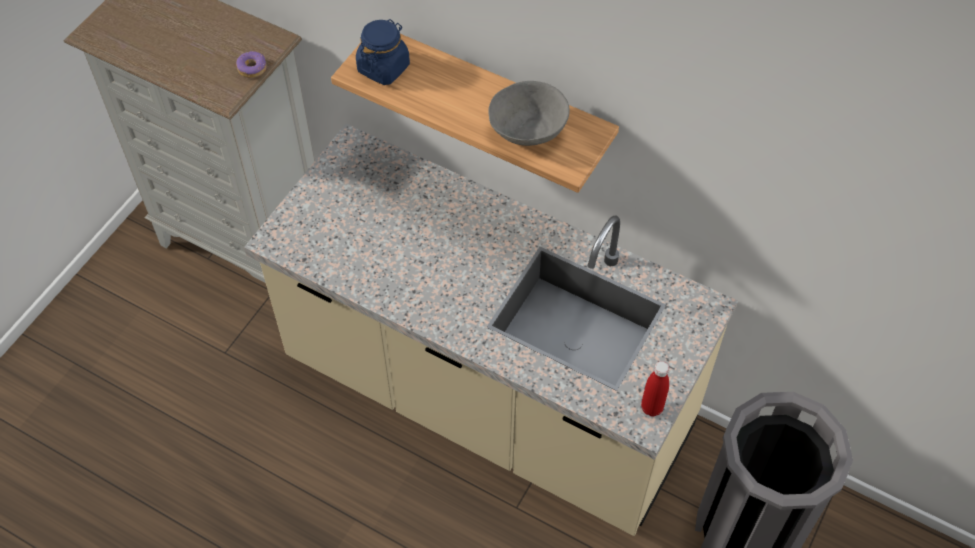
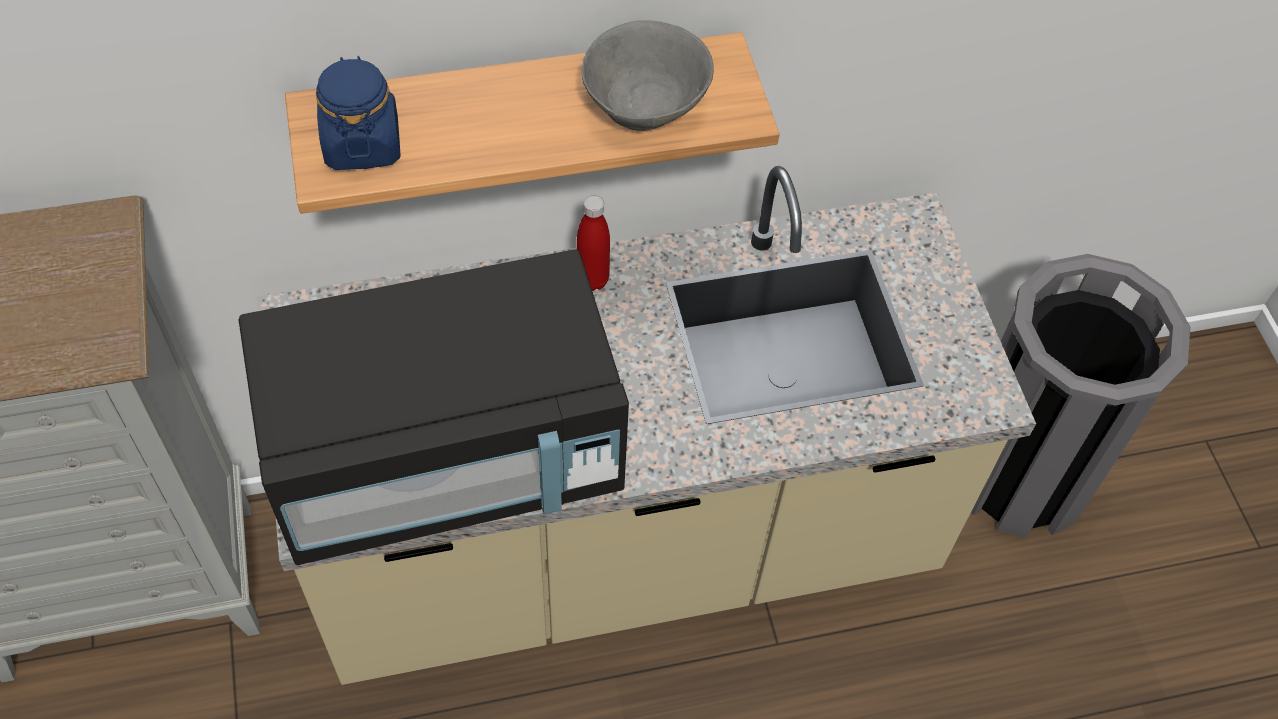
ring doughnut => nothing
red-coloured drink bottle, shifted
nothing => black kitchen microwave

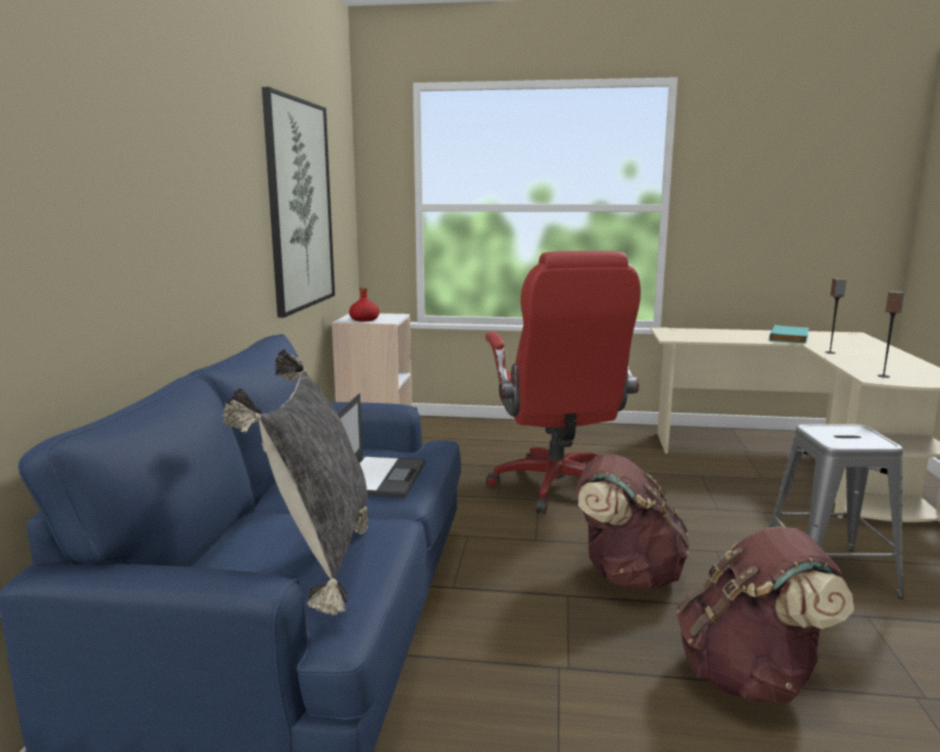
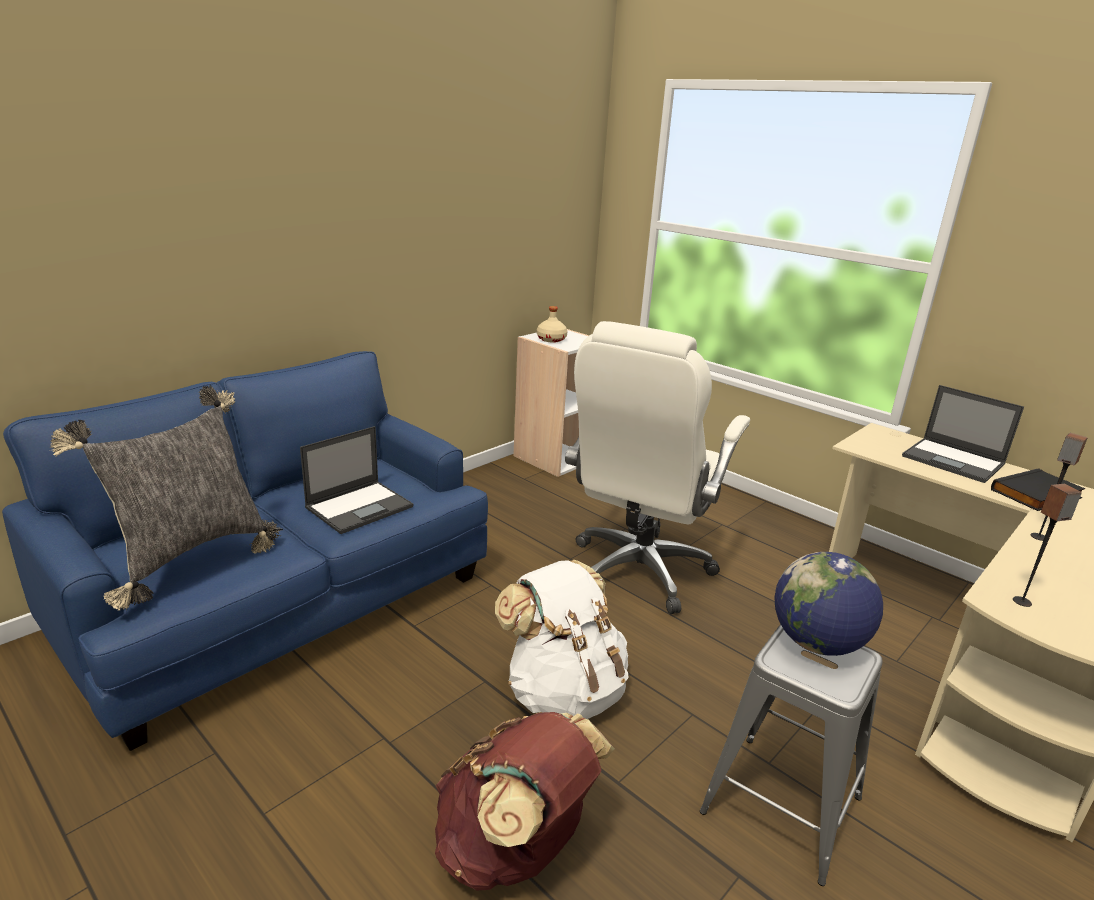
wall art => nothing
red-coloured drink bottle => beige-coloured drink bottle
red-coloured computer chair => white computer chair
brown knapsack (no. 1 from left) => white knapsack
blue-green volume => black volume
nothing => desk globe
nothing => laptop (no. 2 from left)

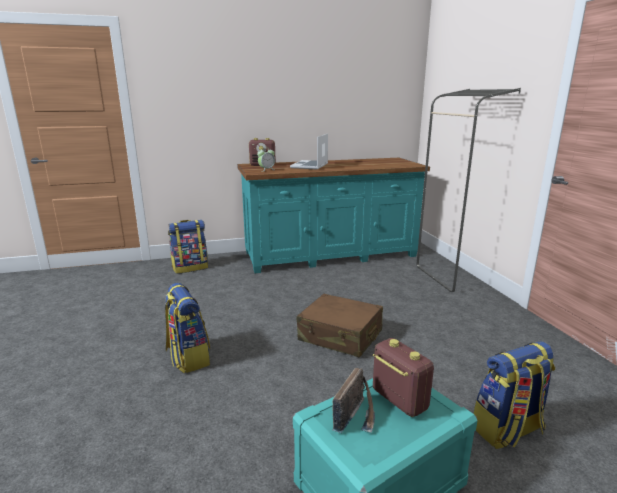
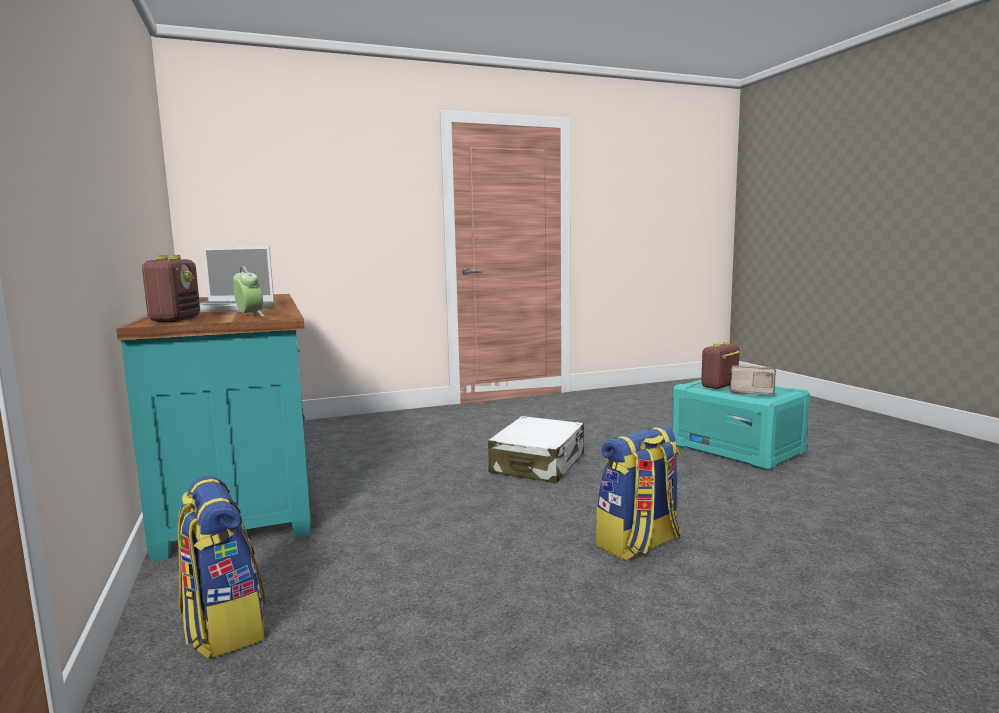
brown suitcase => white suitcase
greyish clothes rack => nothing
knapsack (no. 3 from left) => nothing

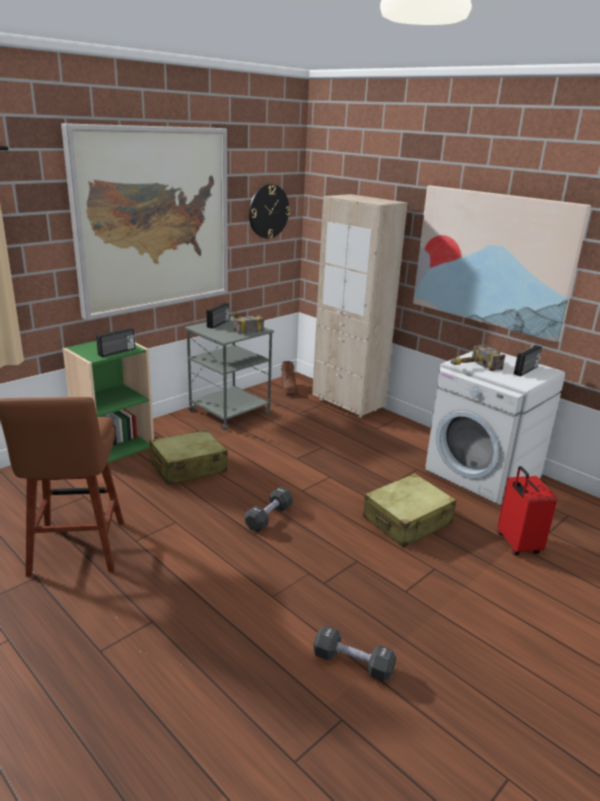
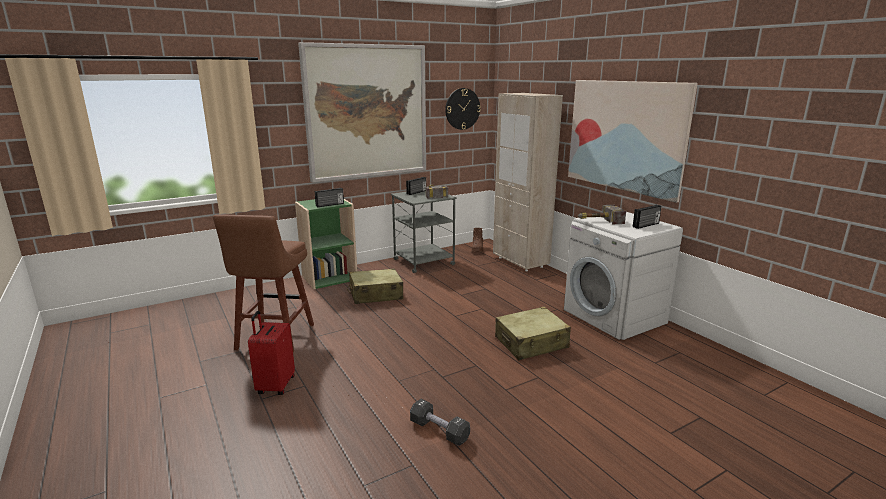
black dumbbell (no. 1 from left) => nothing
red-coloured suitcase, shifted

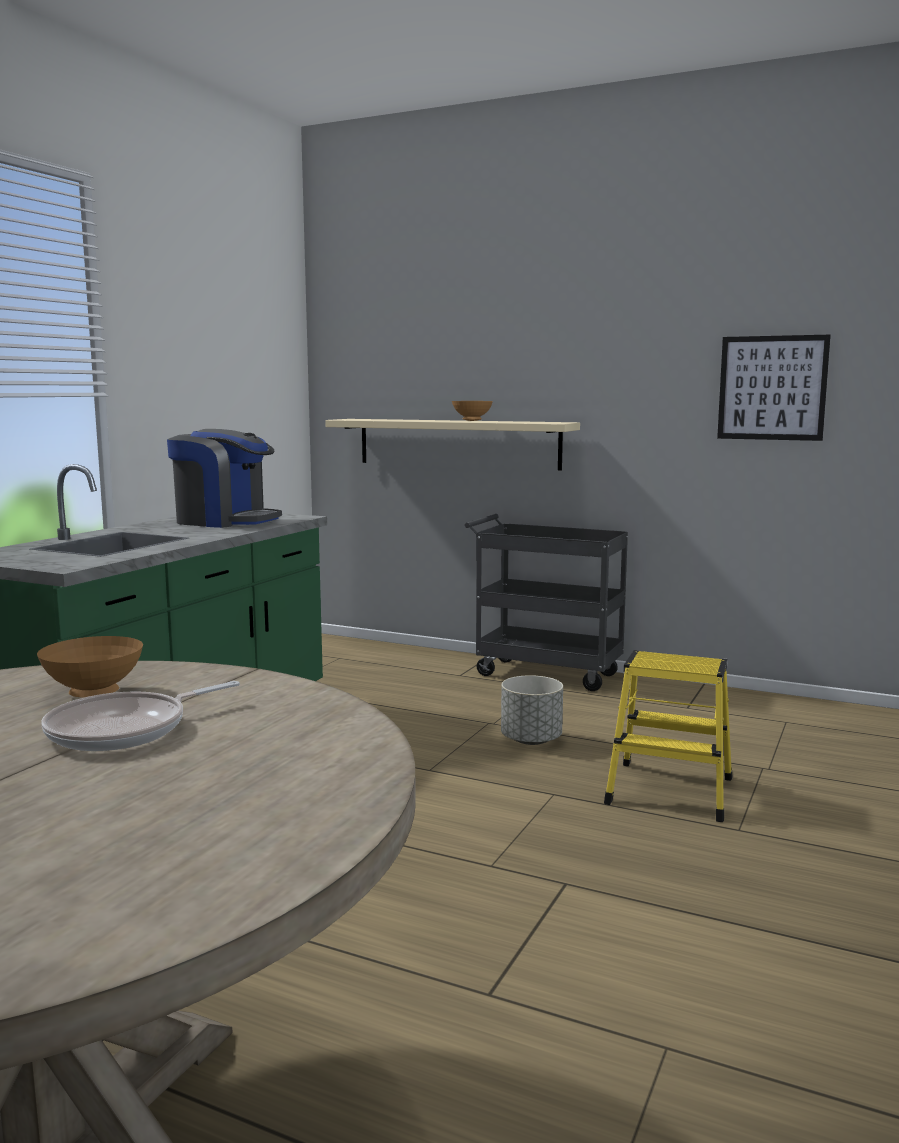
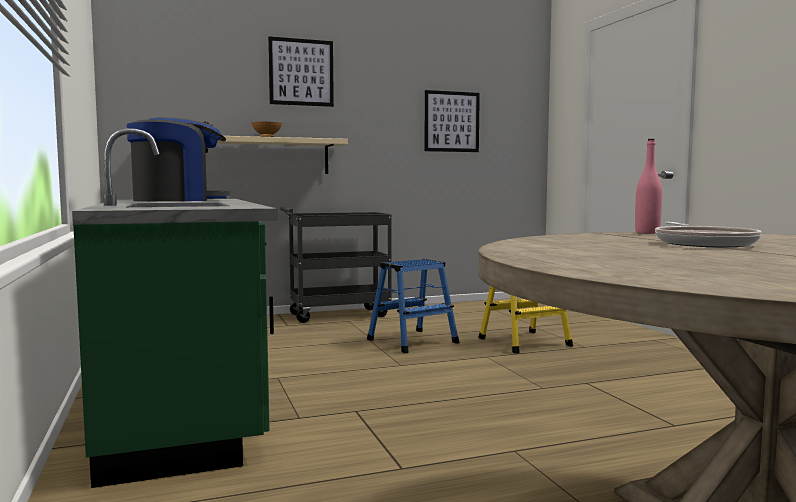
brown bowl (no. 1 from left) => nothing
greyish planter => bluish step stool
nothing => wall art (no. 1 from left)
nothing => pink-coloured drink bottle

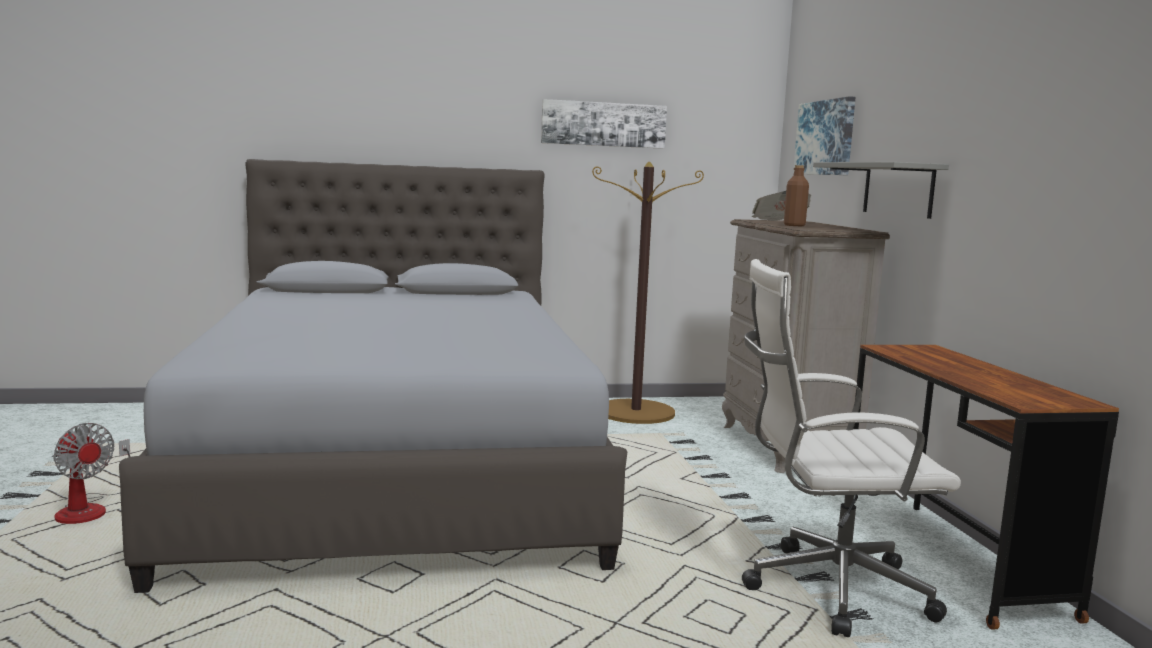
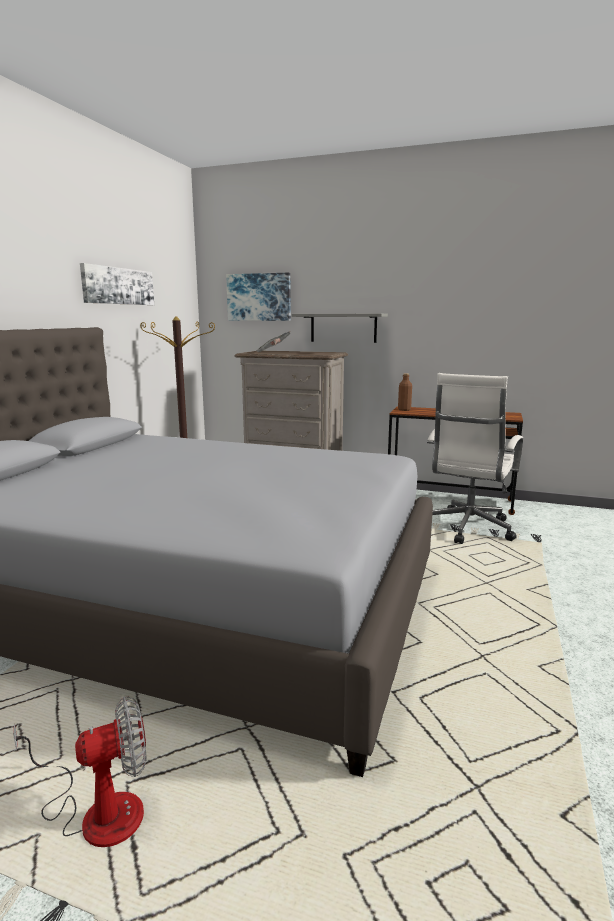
brown drink bottle, shifted

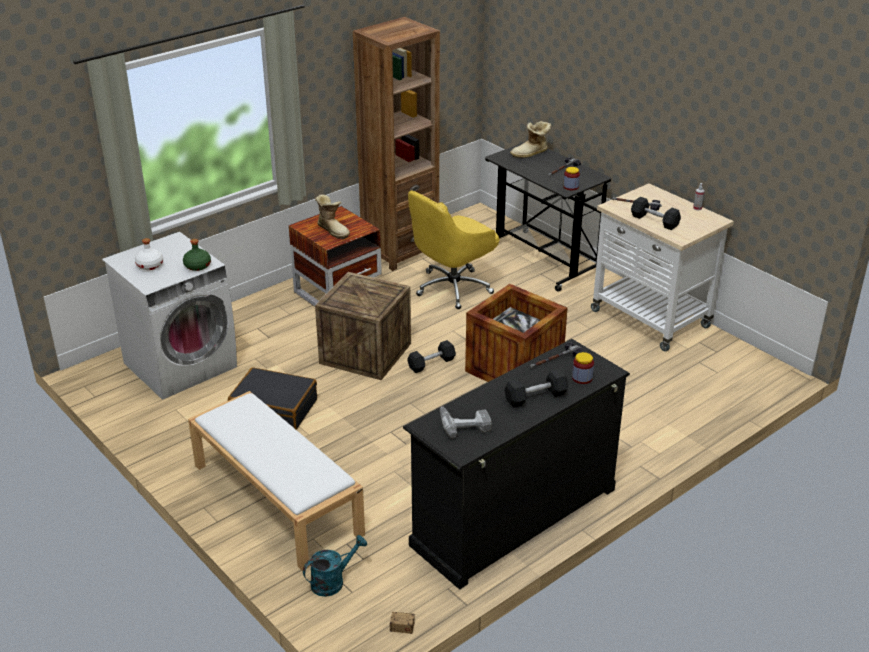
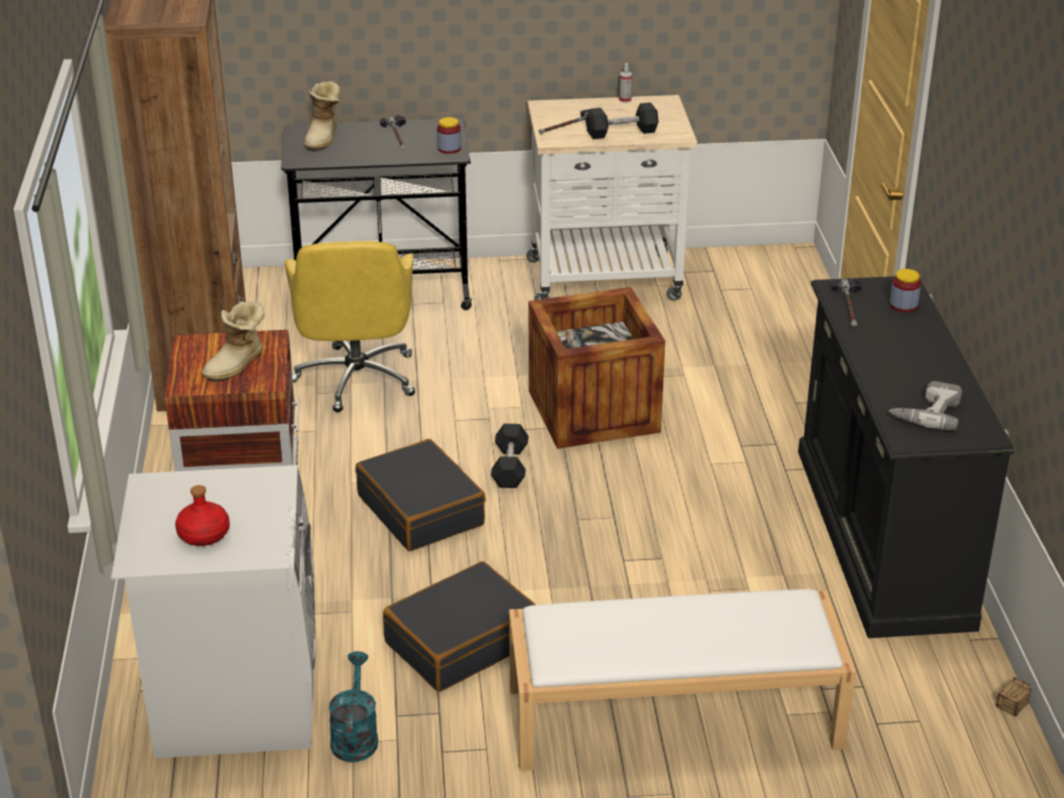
white drink bottle => red-coloured drink bottle
green drink bottle => nothing
blue-green watering pot, shifted
tall boot (no. 1 from left), 135 degrees clockwise
crate (no. 1 from left) => black suitcase (no. 1 from left)
black dumbbell (no. 2 from left) => nothing

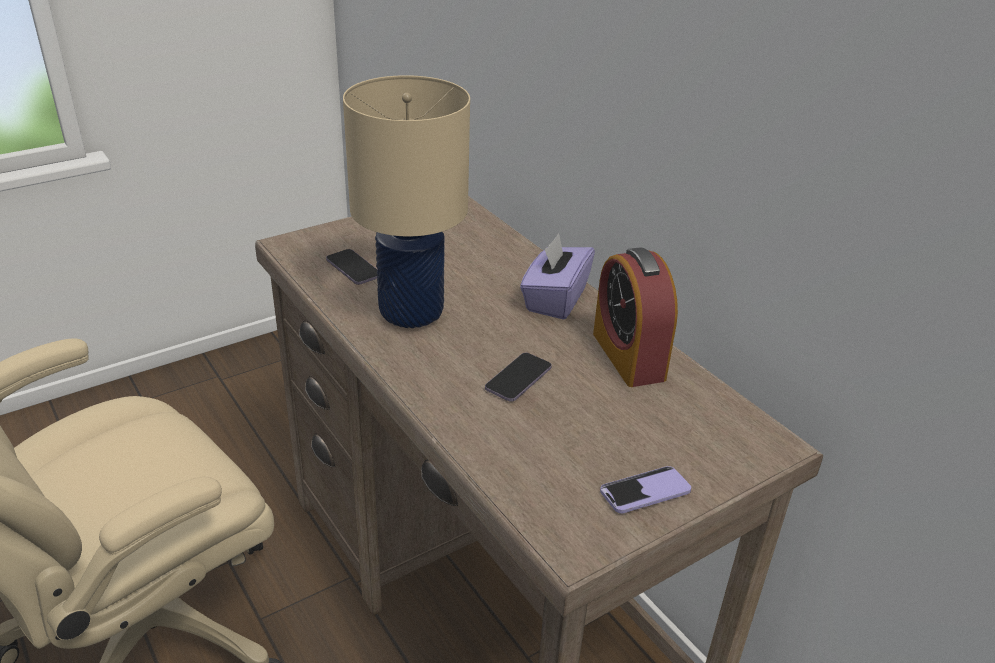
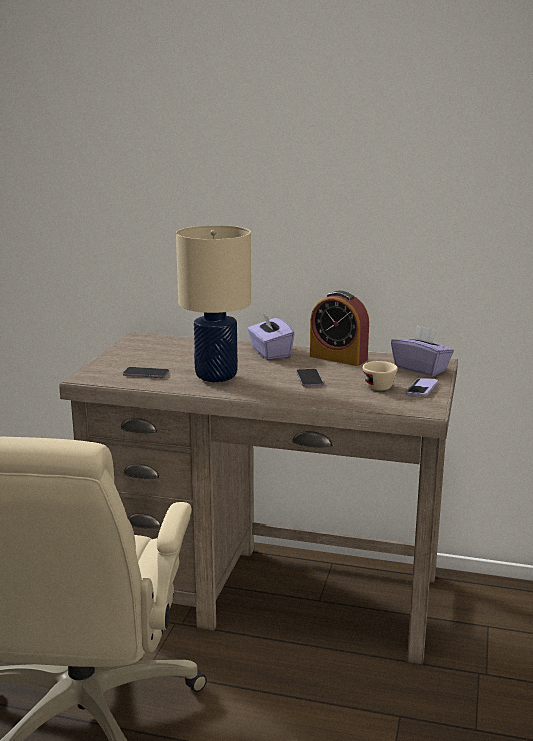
nothing => beige-coloured small cup
nothing => purple tissue holder (no. 2 from left)

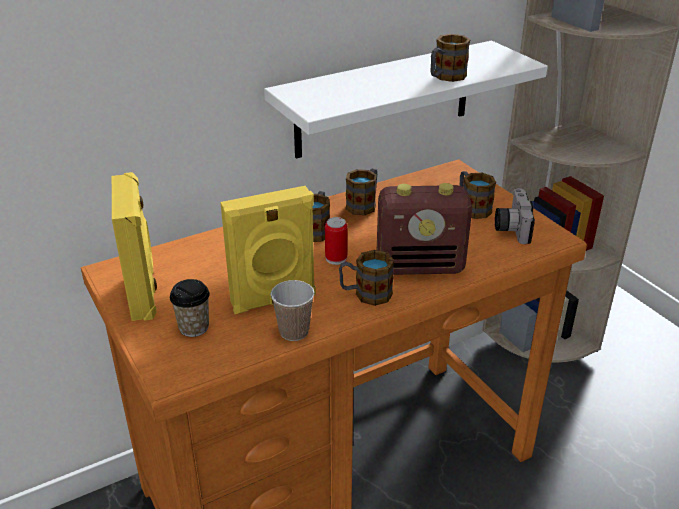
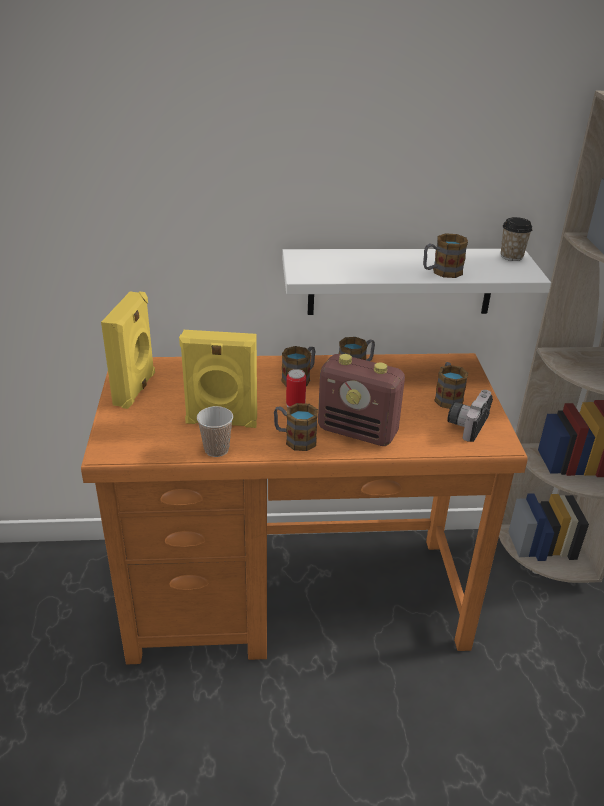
small cup (no. 1 from left in the first image) => small cup (no. 2 from left), shifted

